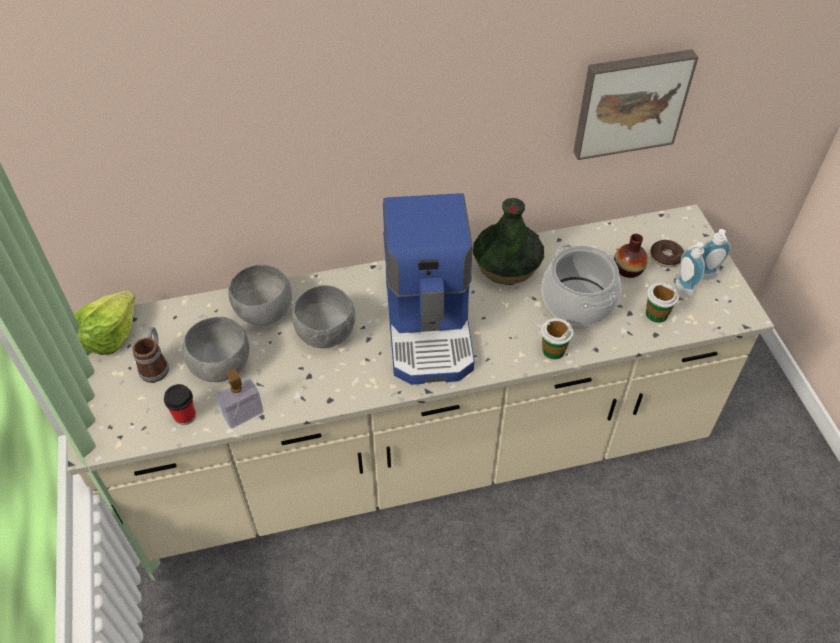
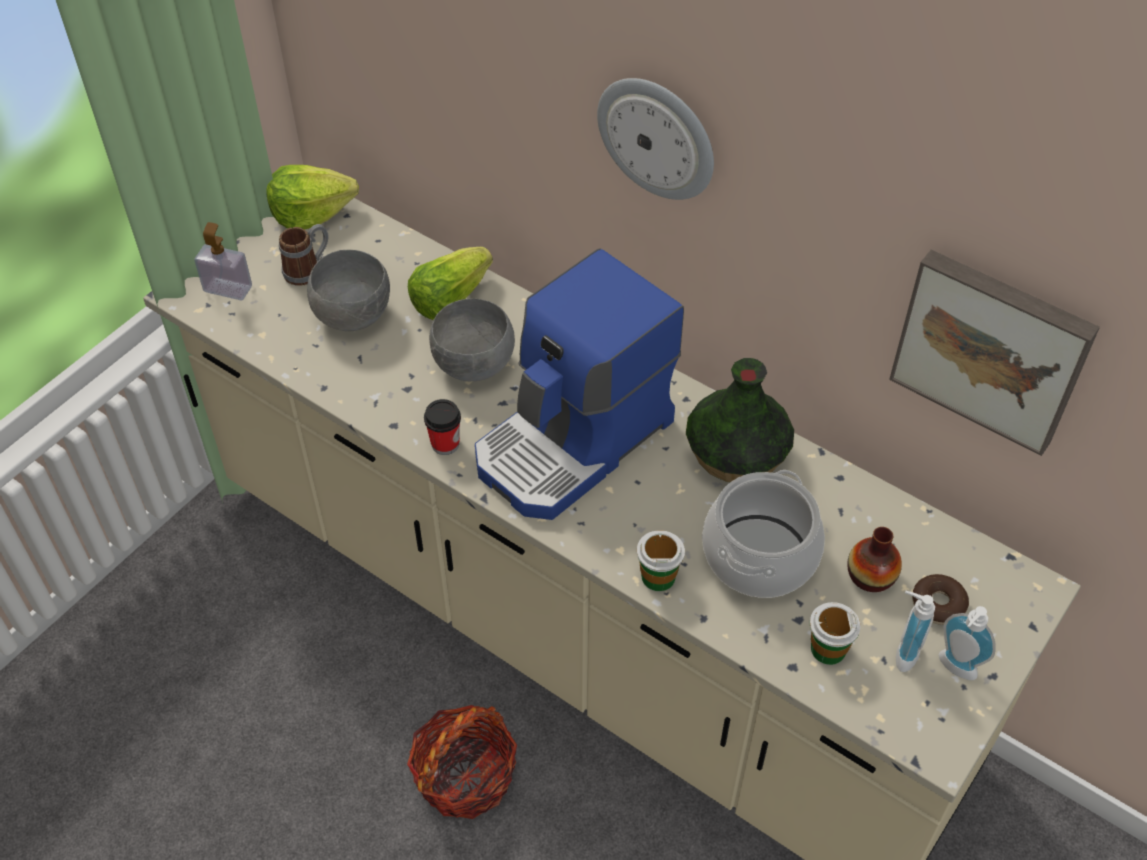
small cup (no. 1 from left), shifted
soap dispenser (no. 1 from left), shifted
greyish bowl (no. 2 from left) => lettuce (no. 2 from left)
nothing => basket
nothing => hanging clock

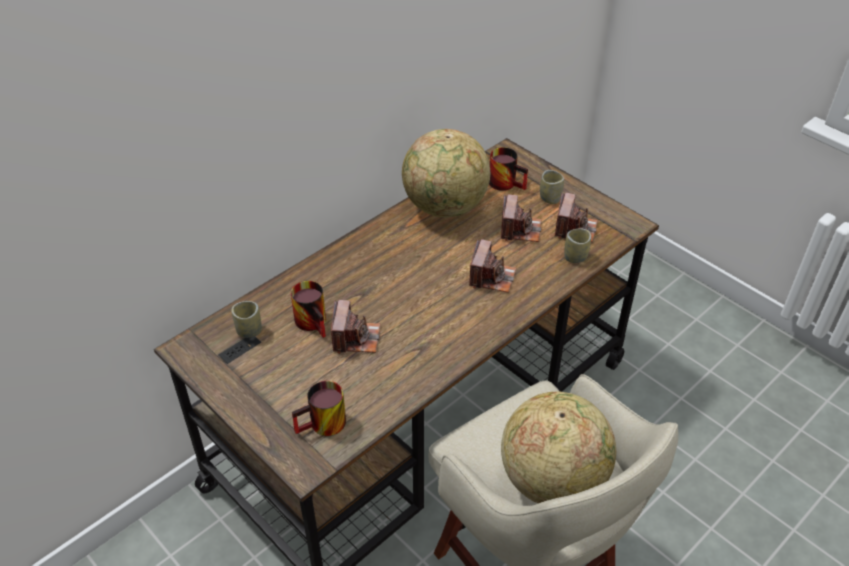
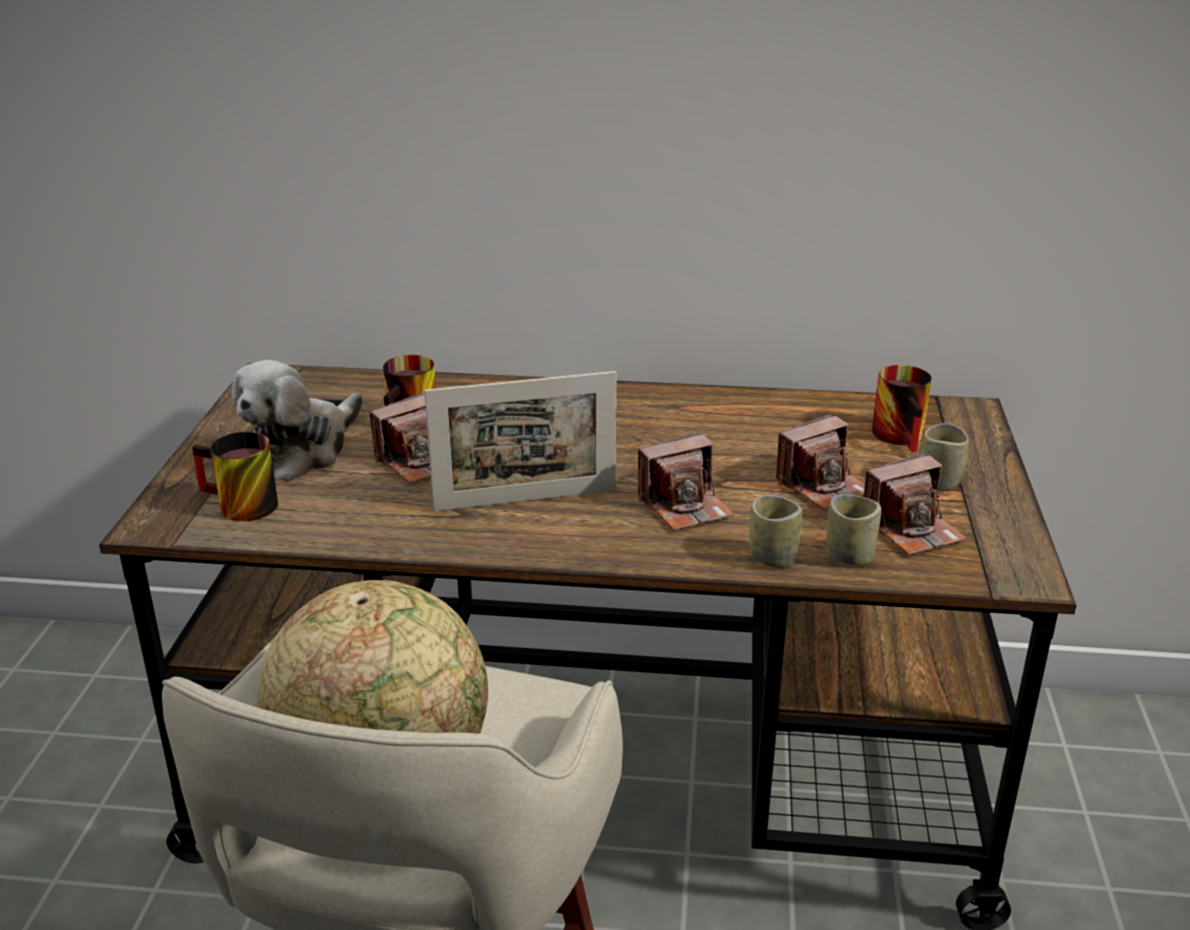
small cup (no. 1 from left), shifted
desk globe (no. 1 from left) => nothing
nothing => soft toy
nothing => picture frame

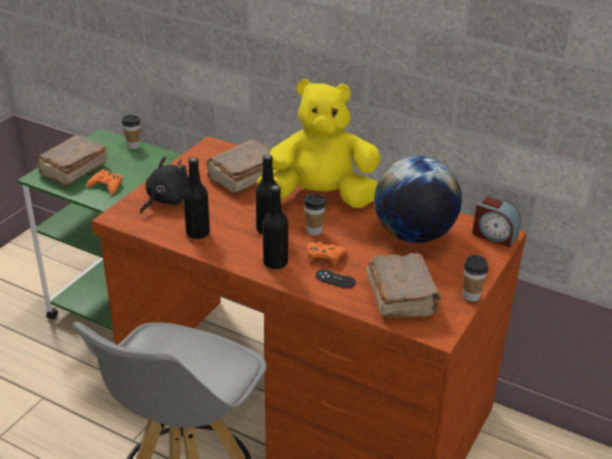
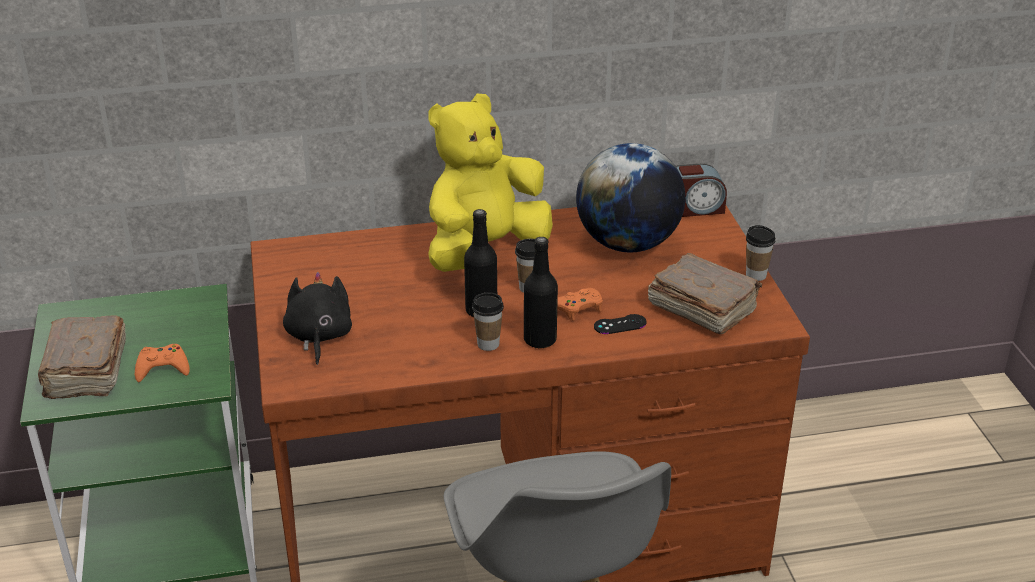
small cup (no. 1 from left), shifted
black drink bottle (no. 1 from left) => nothing
brown volume (no. 2 from left) => nothing

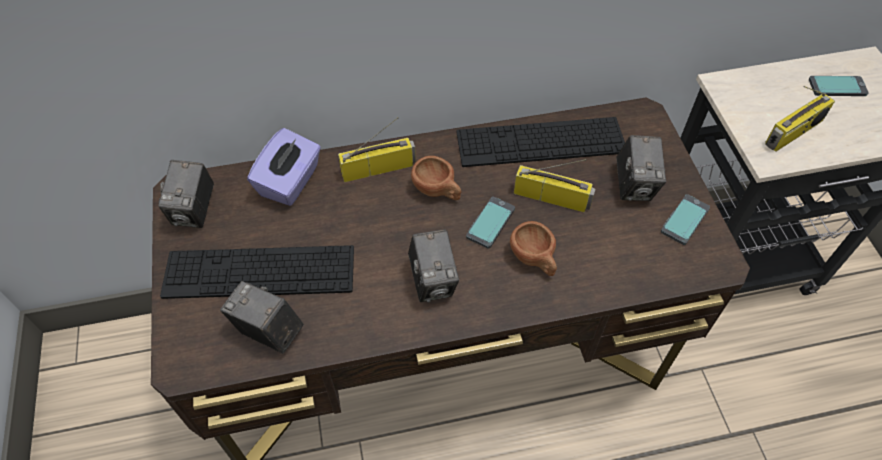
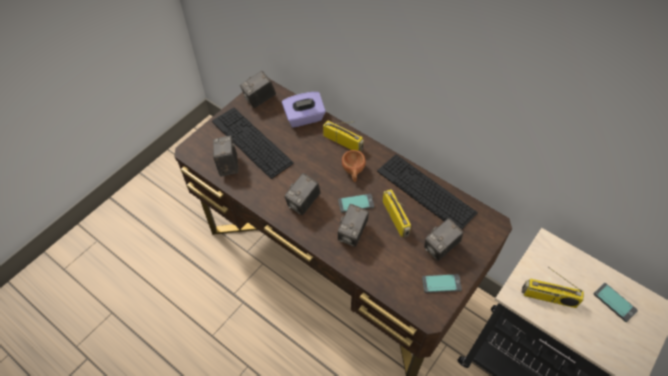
brown small cup (no. 2 from left) => still camera (no. 4 from left)

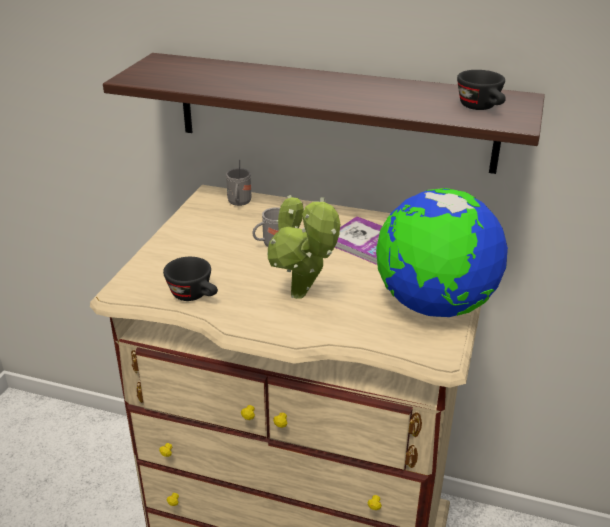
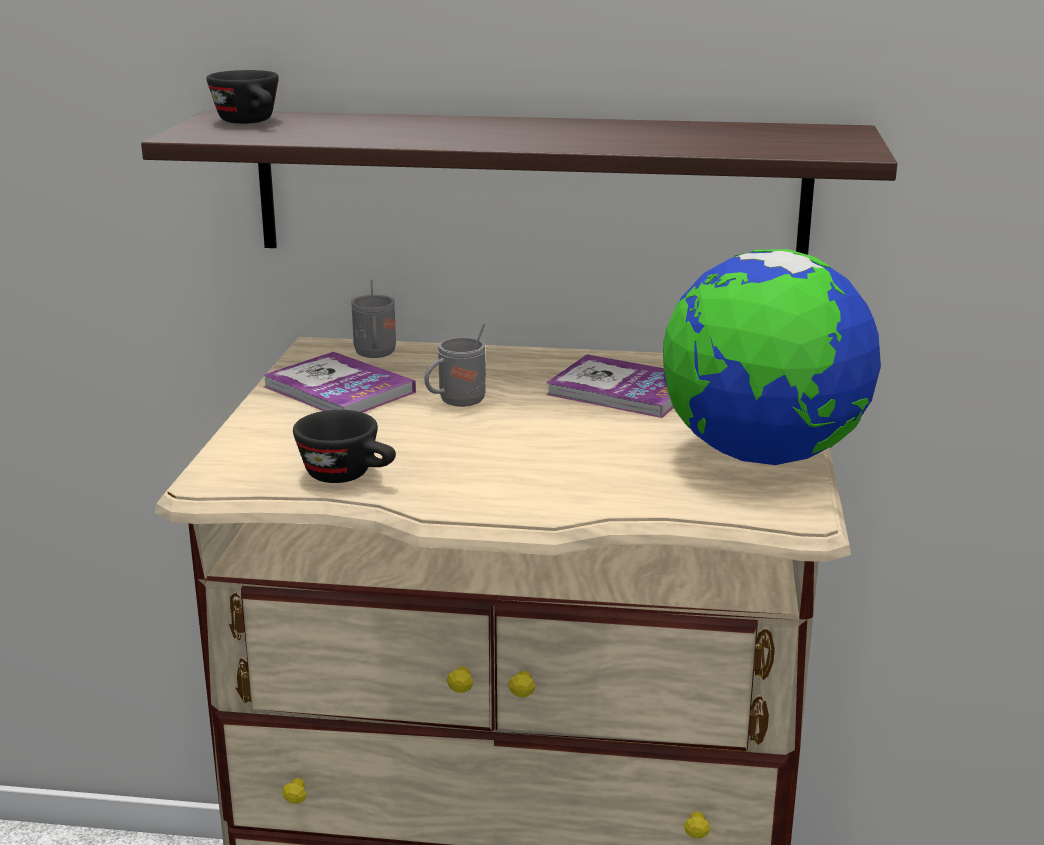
plant in a pot => nothing
black small cup (no. 2 from left in the first image) => black small cup (no. 1 from left), shifted
nothing => volume (no. 1 from left)

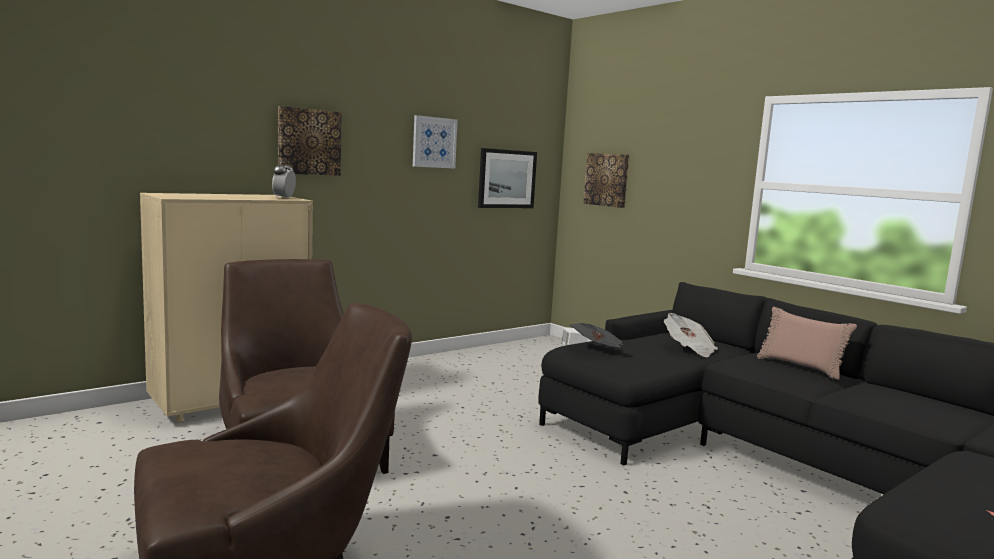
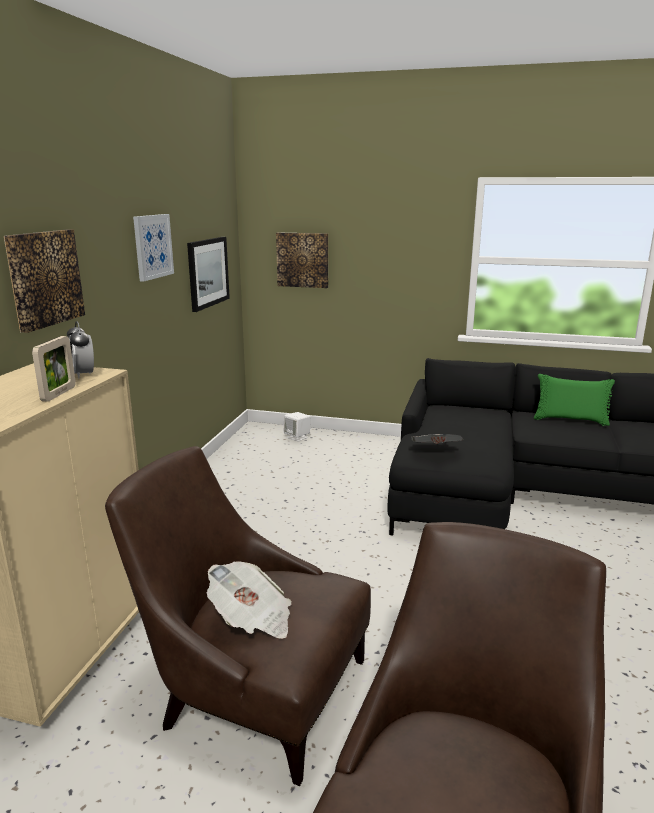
printed paper (no. 2 from left in the first image) => printed paper (no. 1 from left), shifted
beige-coloured cushion => green cushion
nothing => picture frame

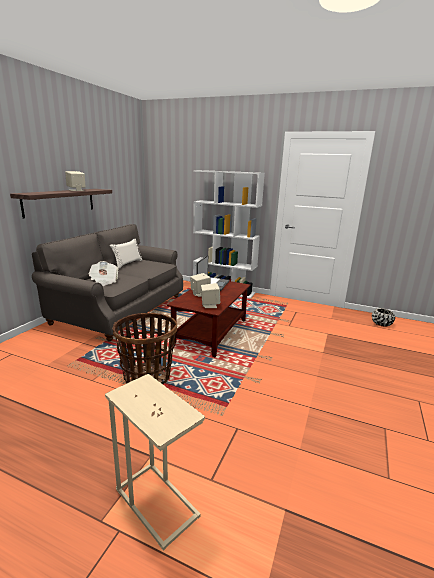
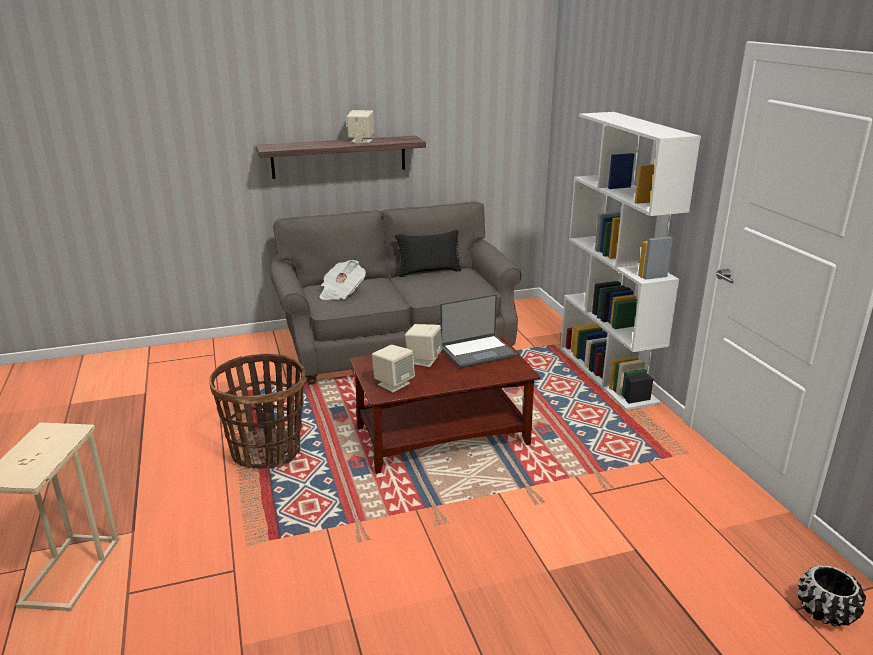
white cushion => black cushion

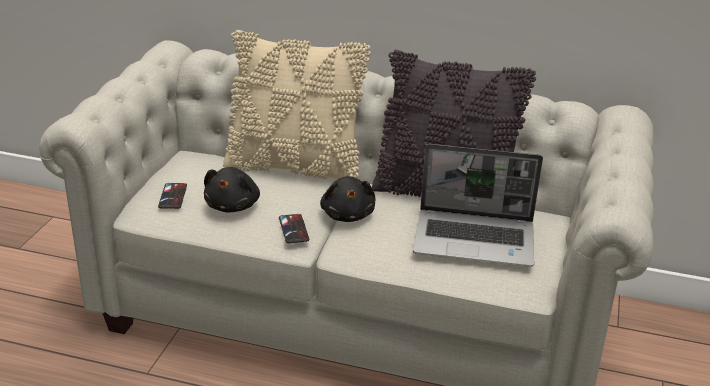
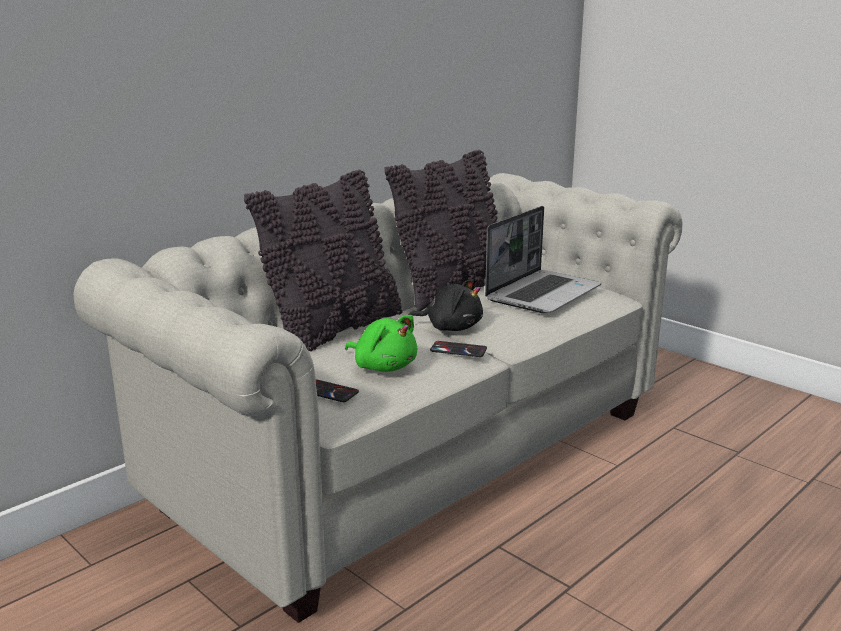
black soft toy (no. 1 from left) => green soft toy
beige-coloured cushion => black cushion (no. 1 from left)

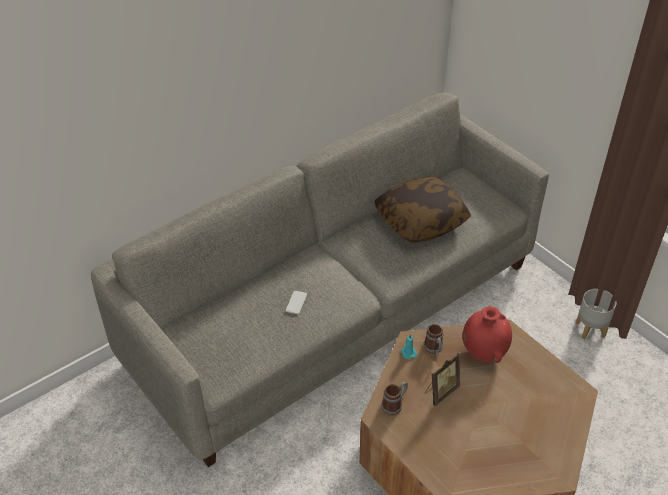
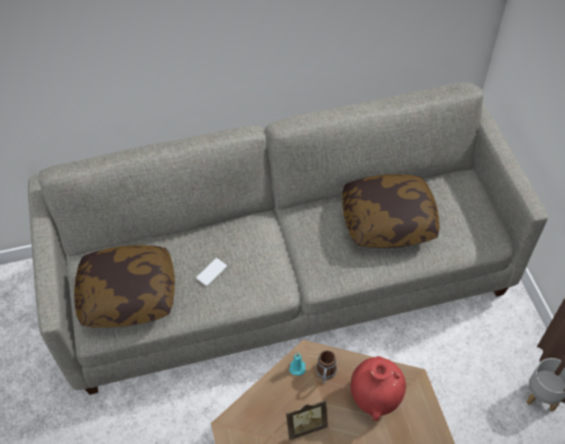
coffee mug (no. 1 from left) => nothing
nothing => cushion (no. 1 from left)

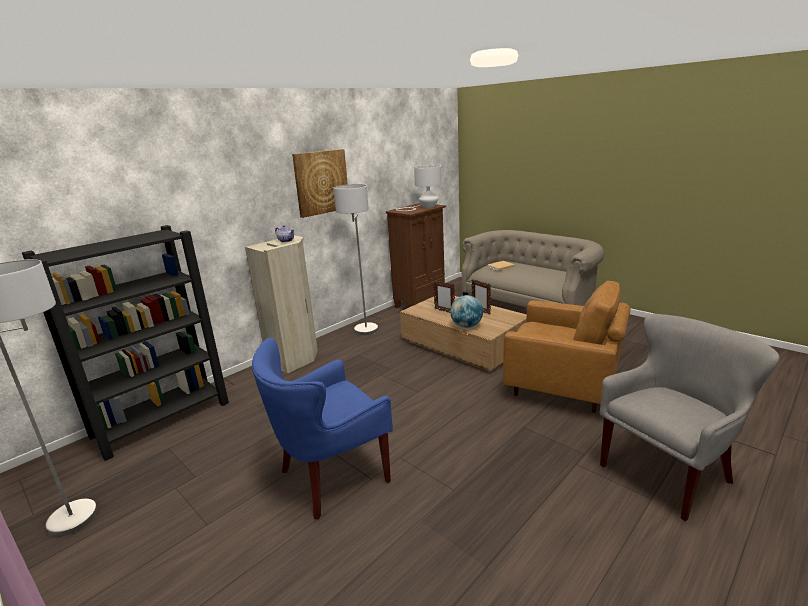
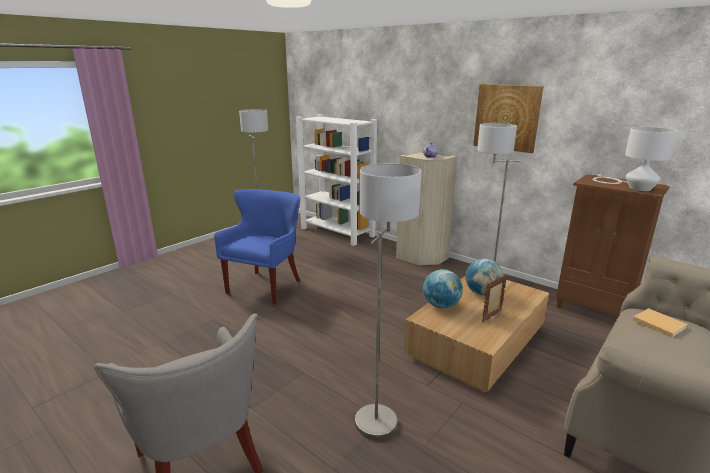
black bookcase => white bookcase
bluish armchair, 60 degrees clockwise
picture frame (no. 1 from left) => desk globe (no. 2 from left)
brown armchair => greyish standing lamp (no. 2 from left)

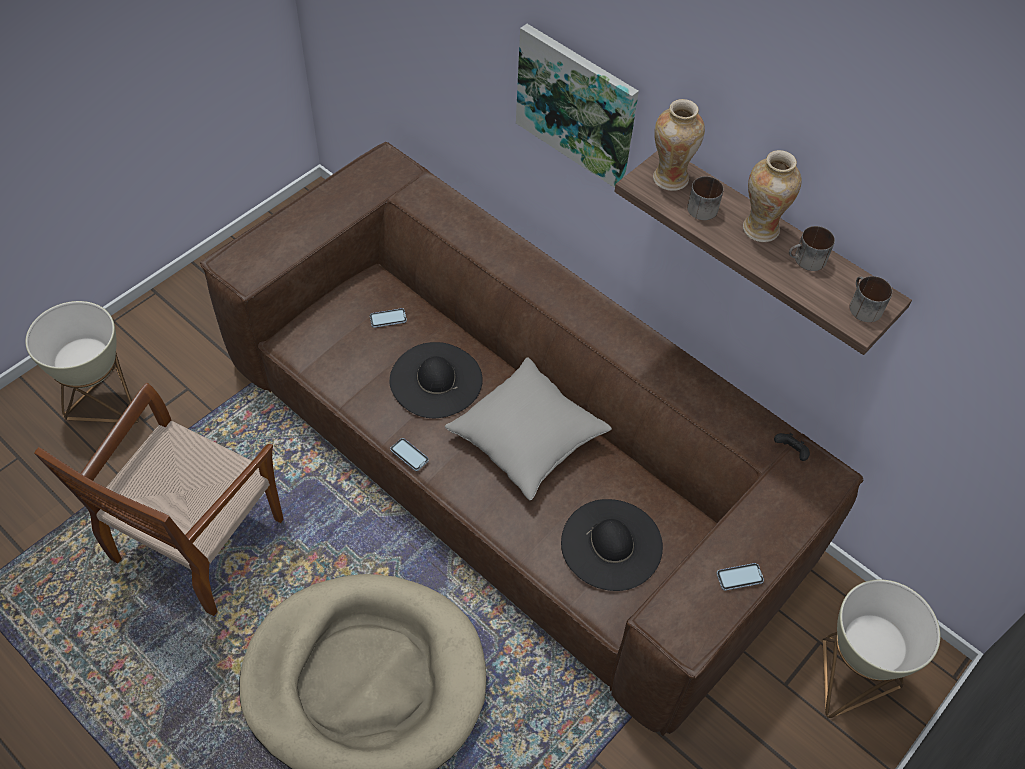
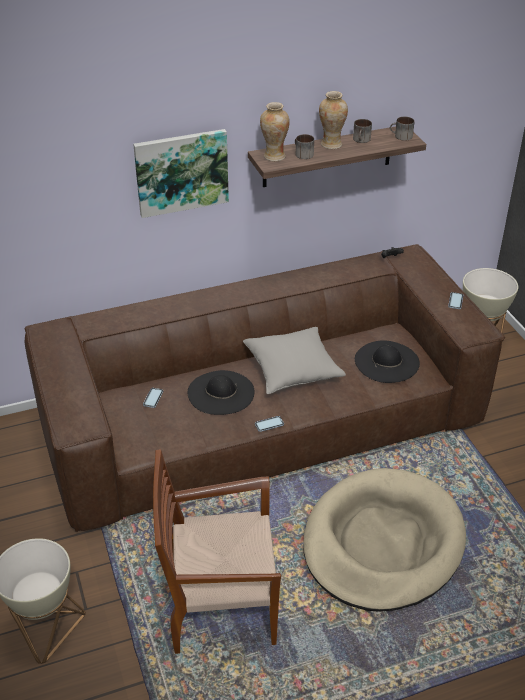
brown armchair, 120 degrees clockwise

